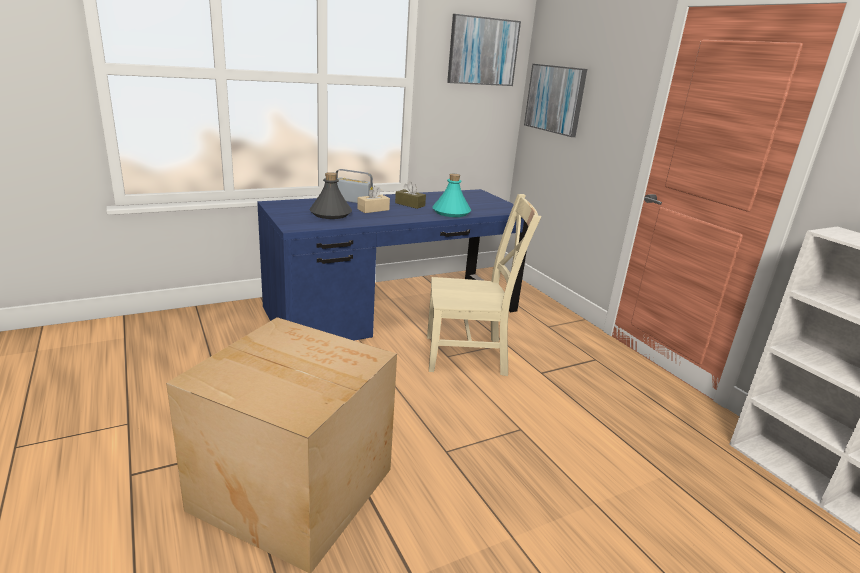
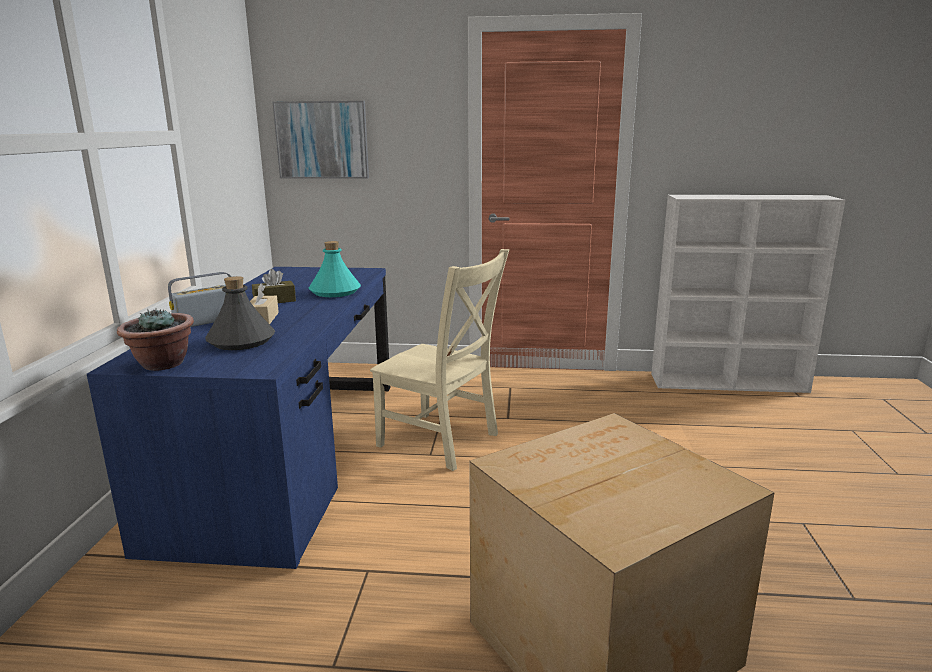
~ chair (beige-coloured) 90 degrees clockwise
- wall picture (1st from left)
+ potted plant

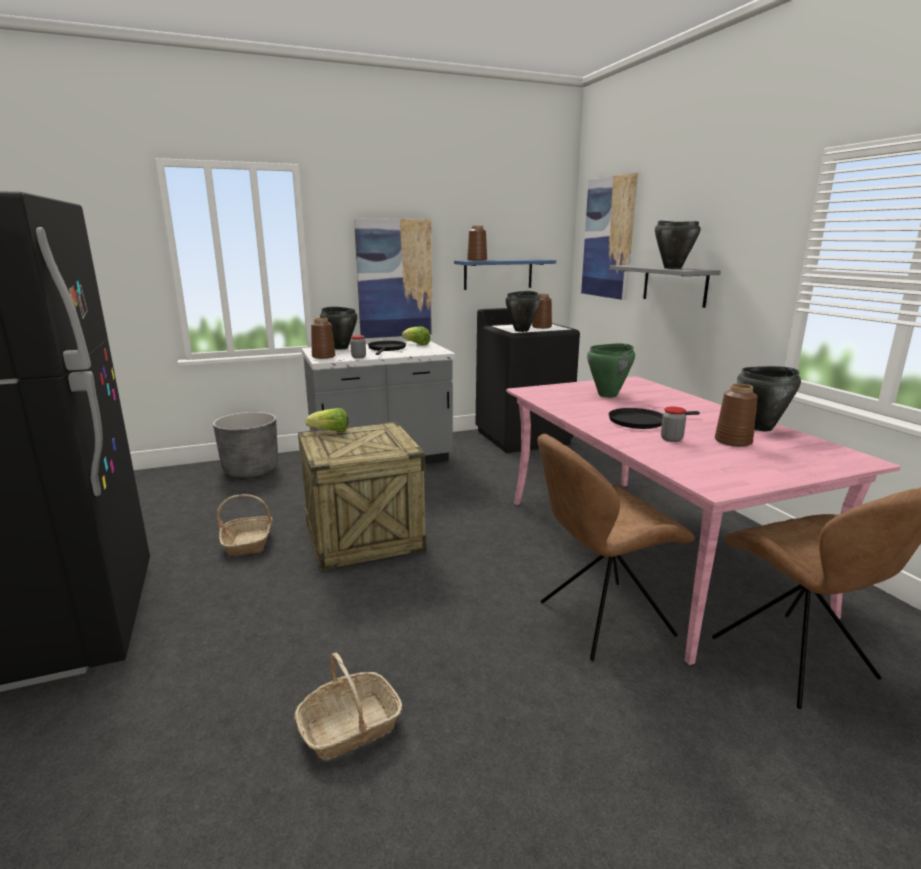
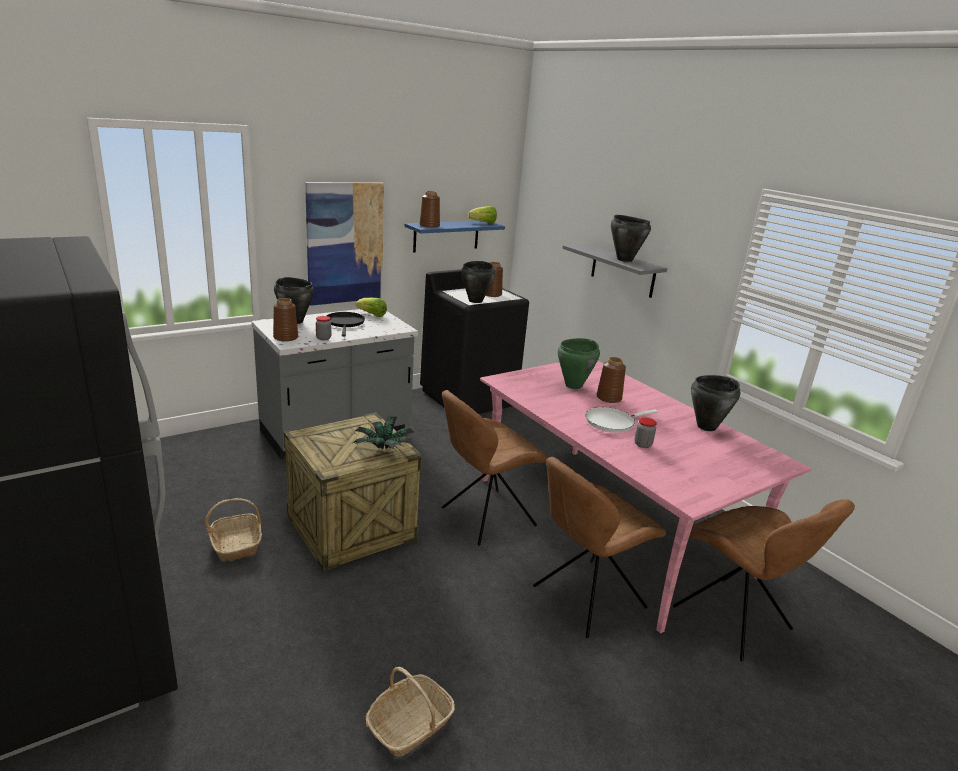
- flower pot (greyish)
~ head of lettuce (1st from left in the first image) to head of lettuce (2nd from left)
- wall picture (2nd from left)
~ skillet (black) (2nd from left) to skillet (white-coloured)
~ vase (brownish) (4th from left)
+ potted plant
+ chair (brownish) (1st from left)

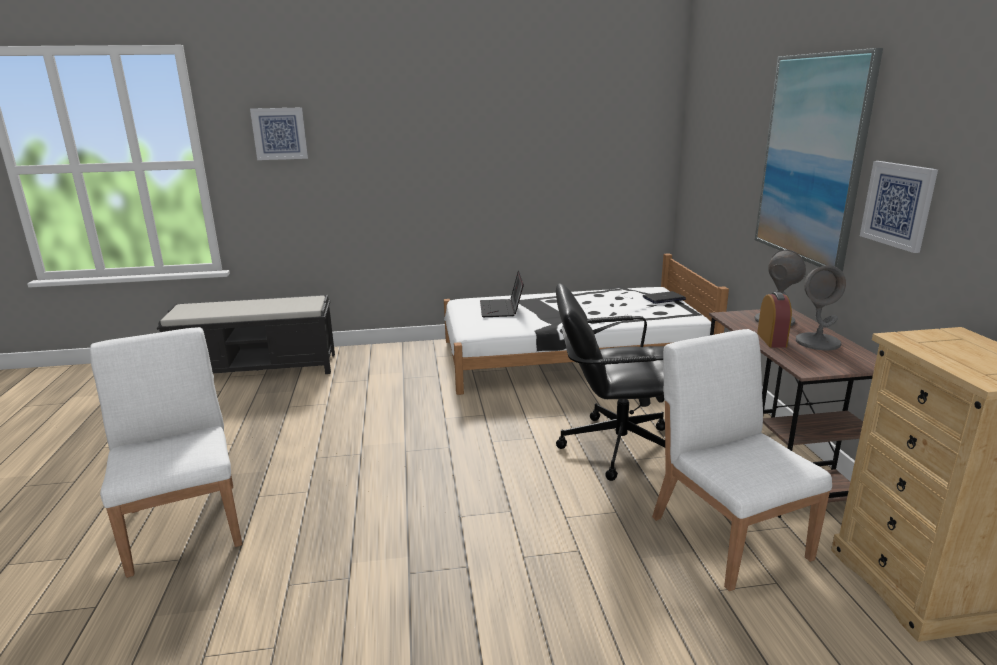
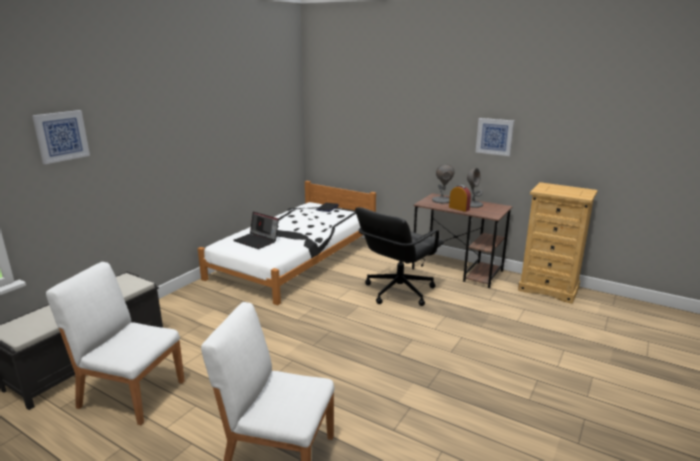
~ chair (white-coloured) (2nd from left in the first image) to chair (white-coloured) (1st from left)
- wall picture (2nd from left)

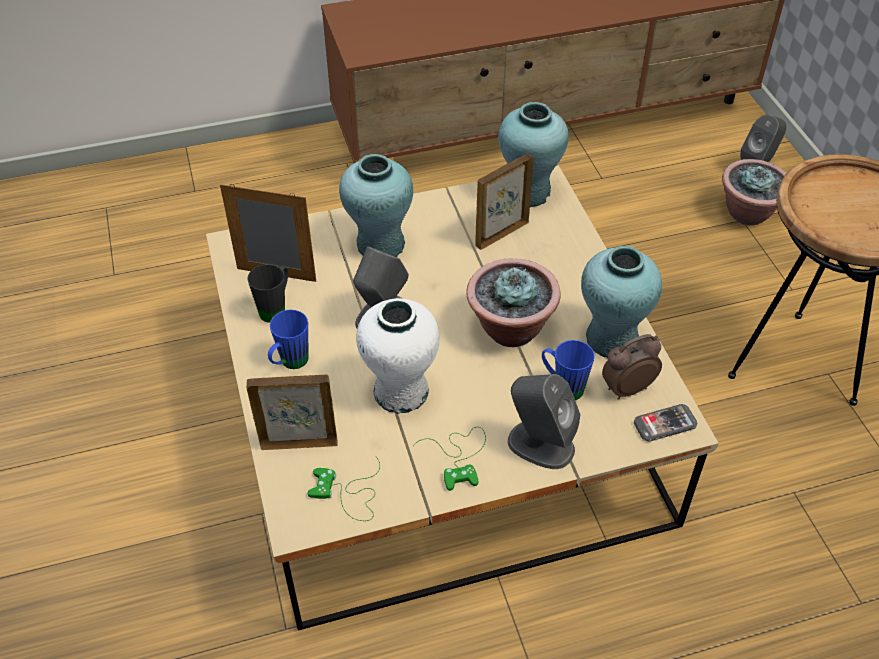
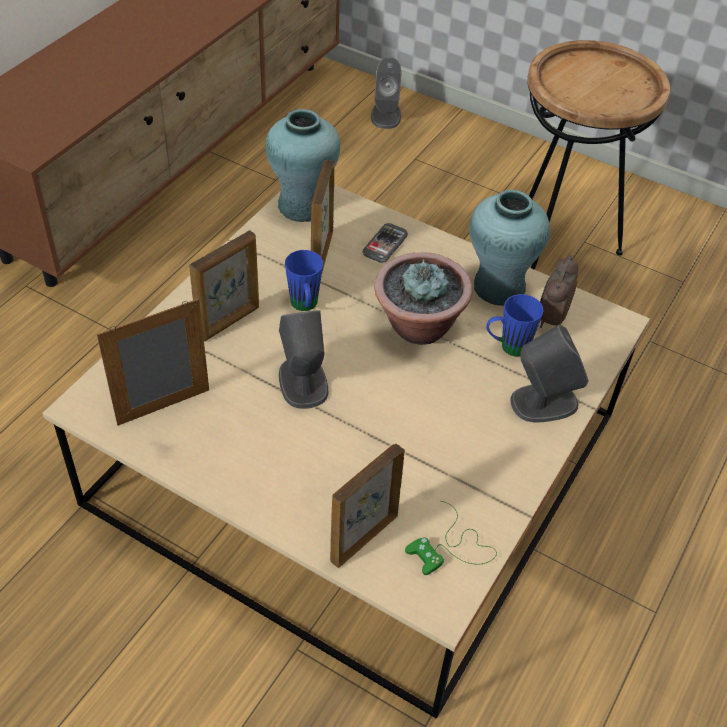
- mug (black)
~ mug (blue) (1st from left)
~ vase (turquoise-coloured) (1st from left) to photo frame (2nd from left)
- vase (white-coloured)
- joypad (green-coloured) (2nd from left)
~ phone
- potted plant (2nd from left)

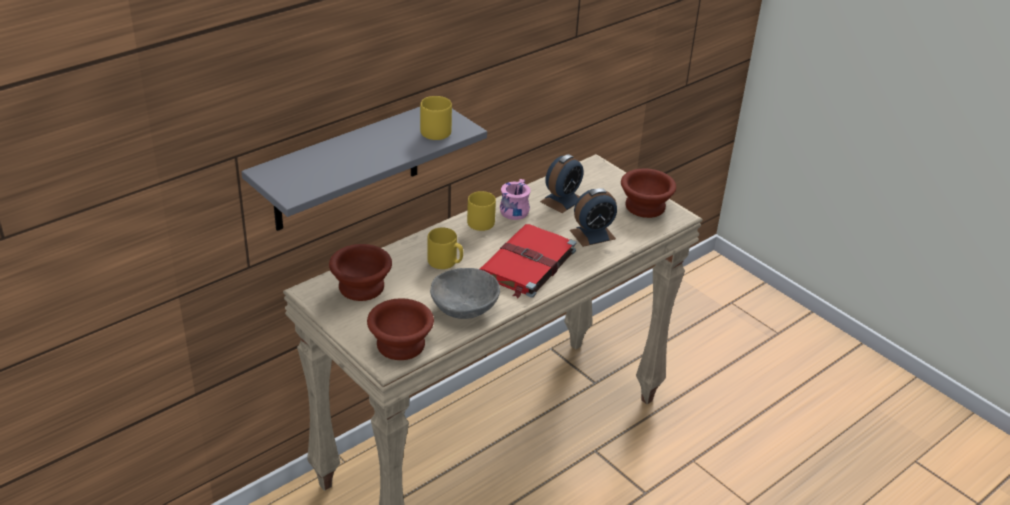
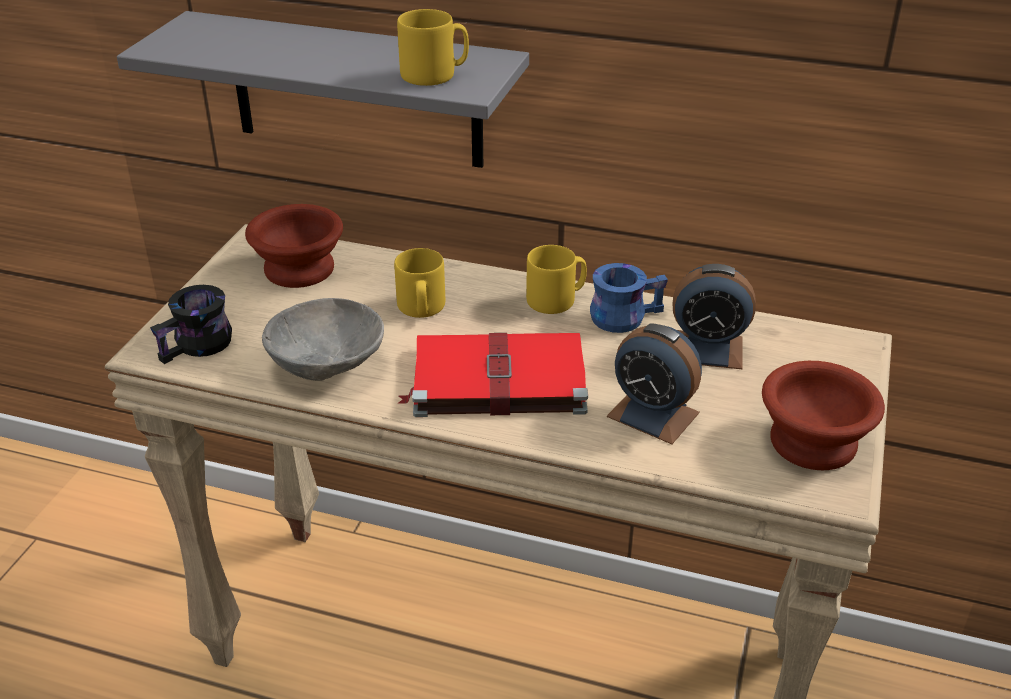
~ bowl (brownish) (2nd from left) to mug (black)
~ mug (pink) to mug (blue)

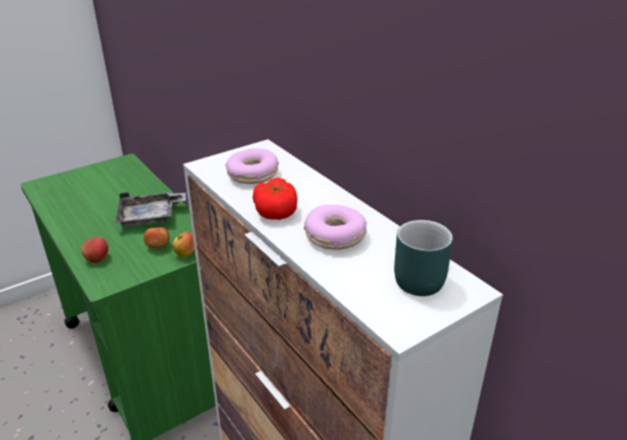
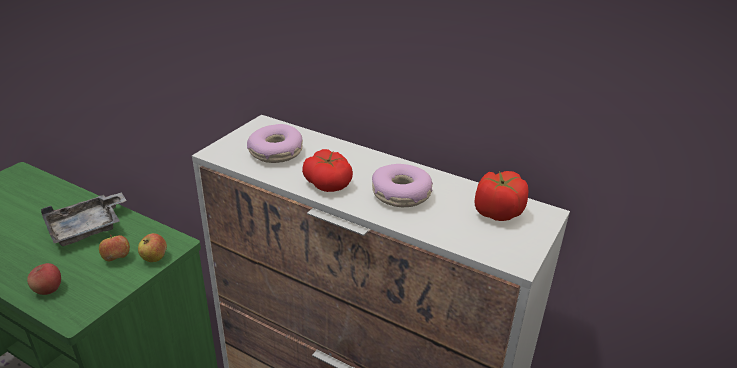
~ mug (turquoise-coloured) to tomato (2nd from left)

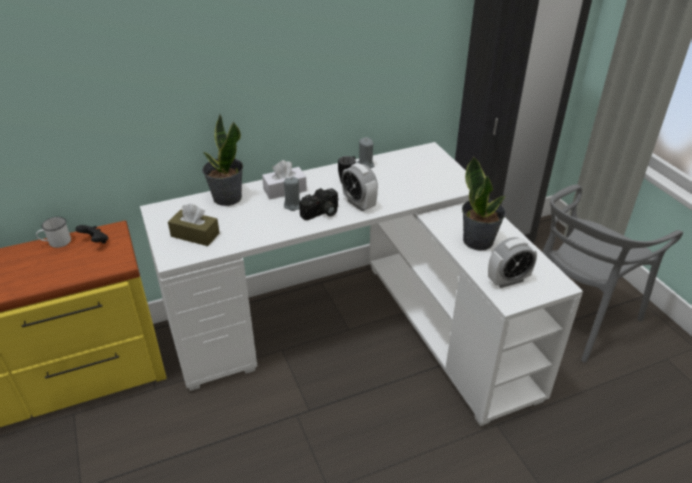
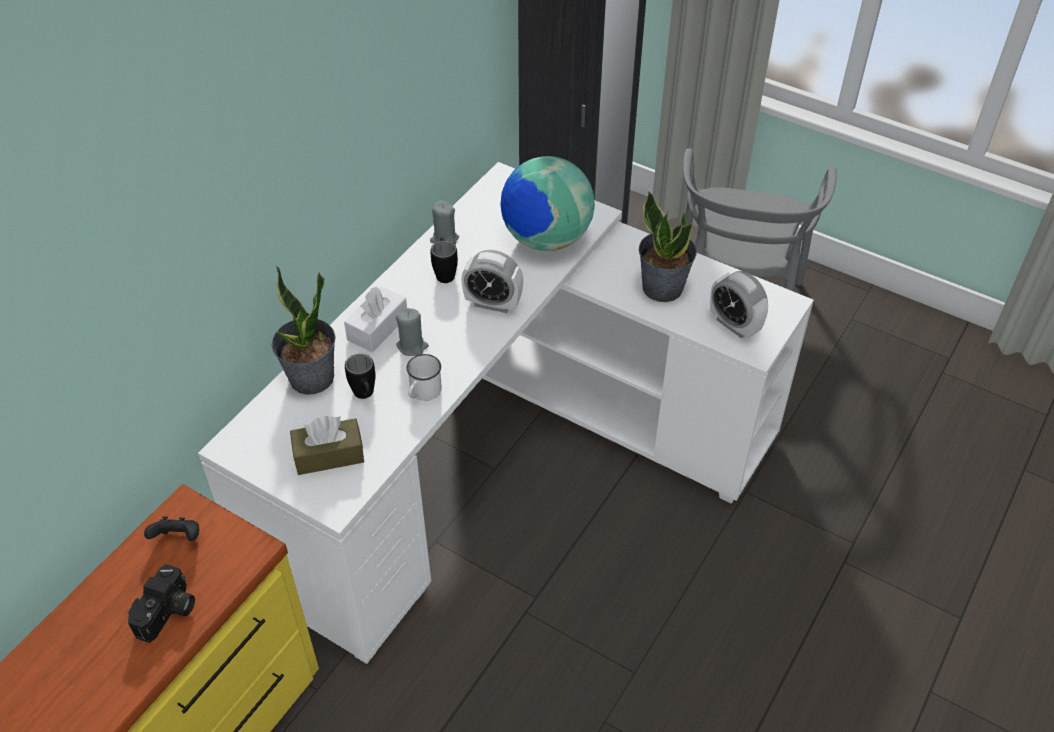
~ mug (white-coloured)
~ still camera
~ table clock (2nd from left) 105 degrees clockwise
+ mug (black) (1st from left)
+ desk globe

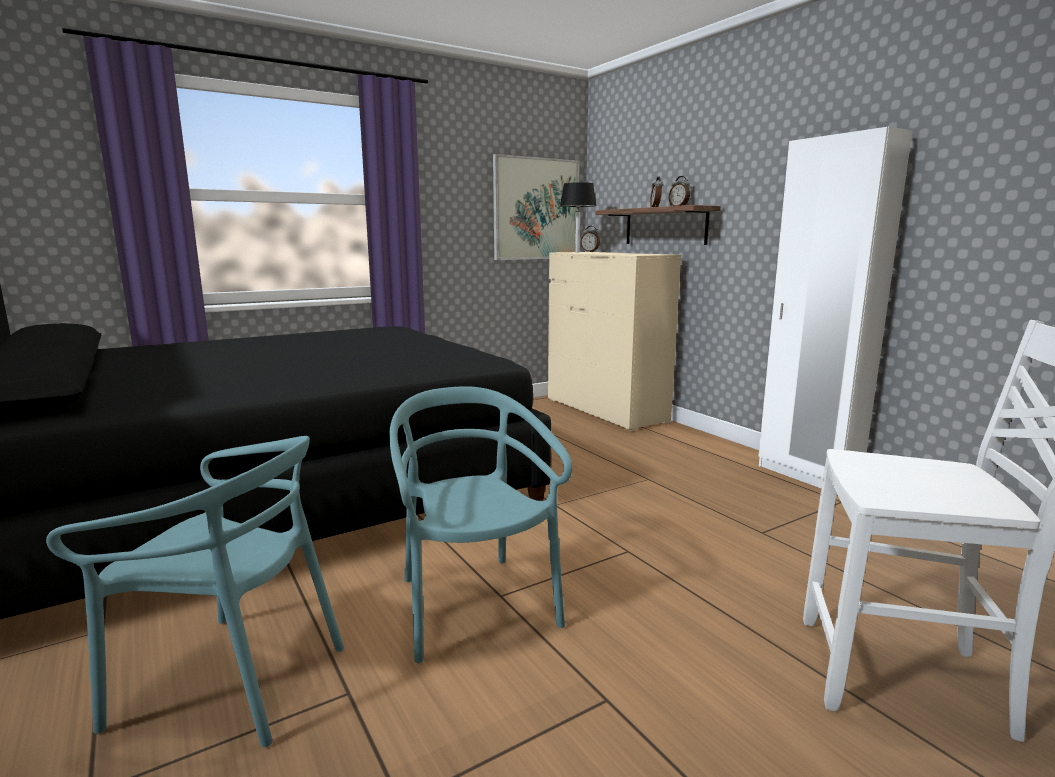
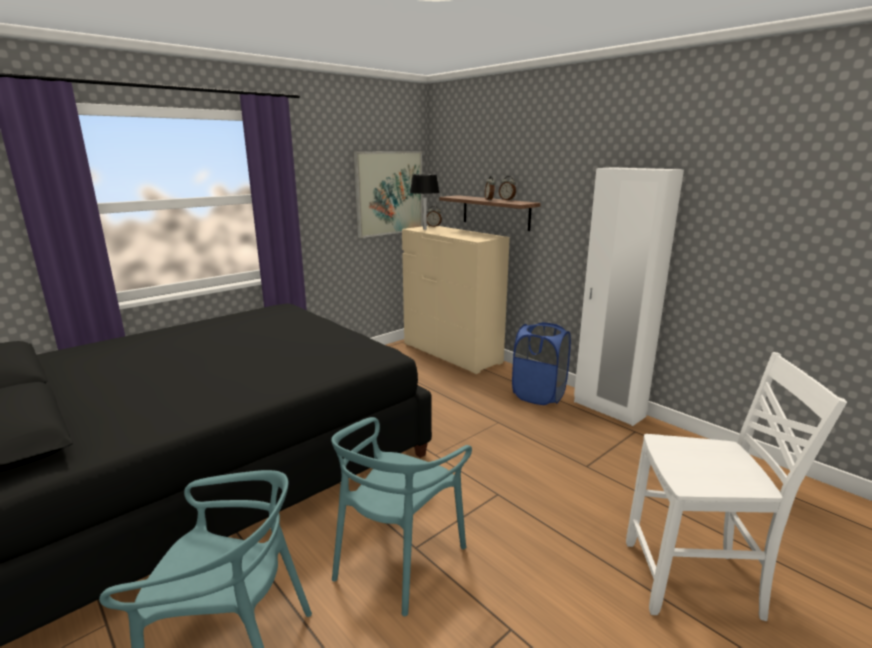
~ chair (turquoise-coloured) (2nd from left) 120 degrees counterclockwise
+ washing basket (blue)

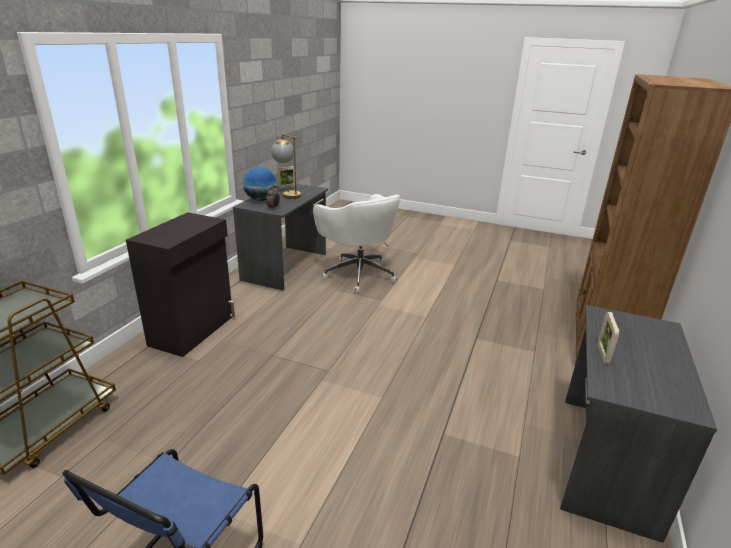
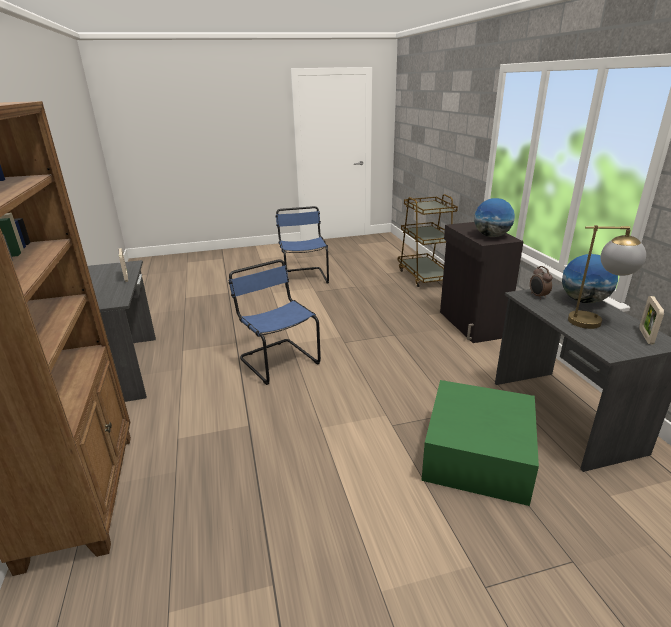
~ office chair (white-coloured) to storage bin (green-coloured)
+ chair (blue) (1st from left)
+ desk globe (1st from left)

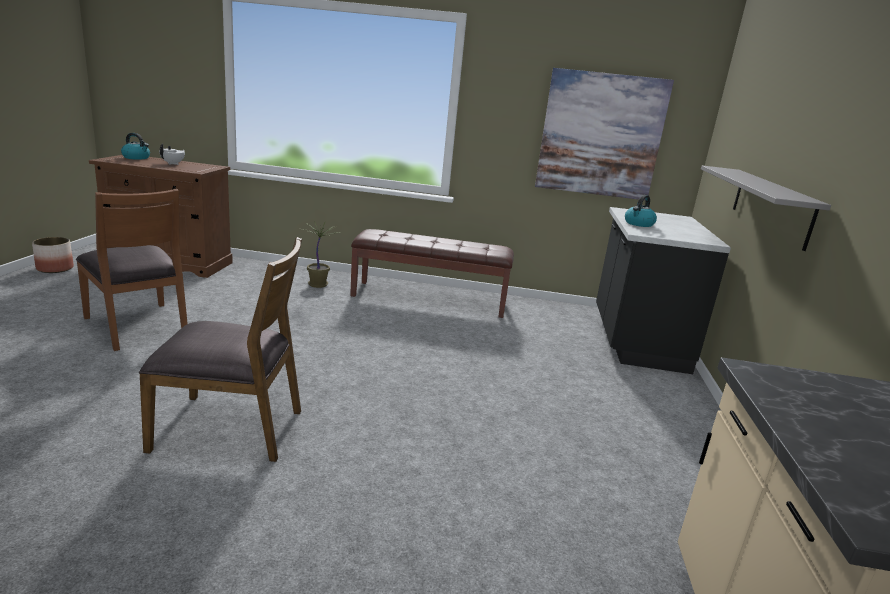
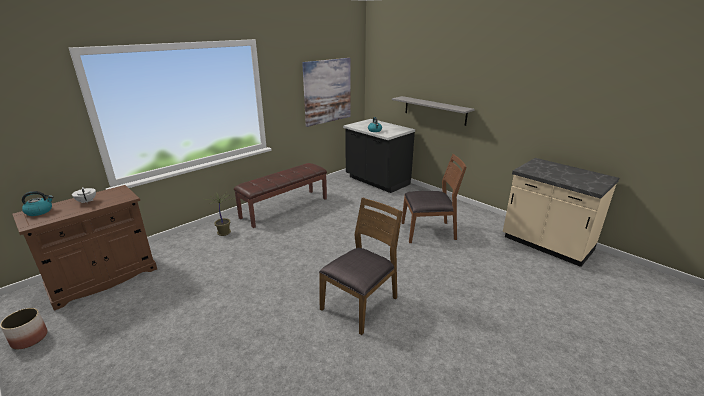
~ chair (brownish) (1st from left in the first image) to chair (brownish) (2nd from left)

